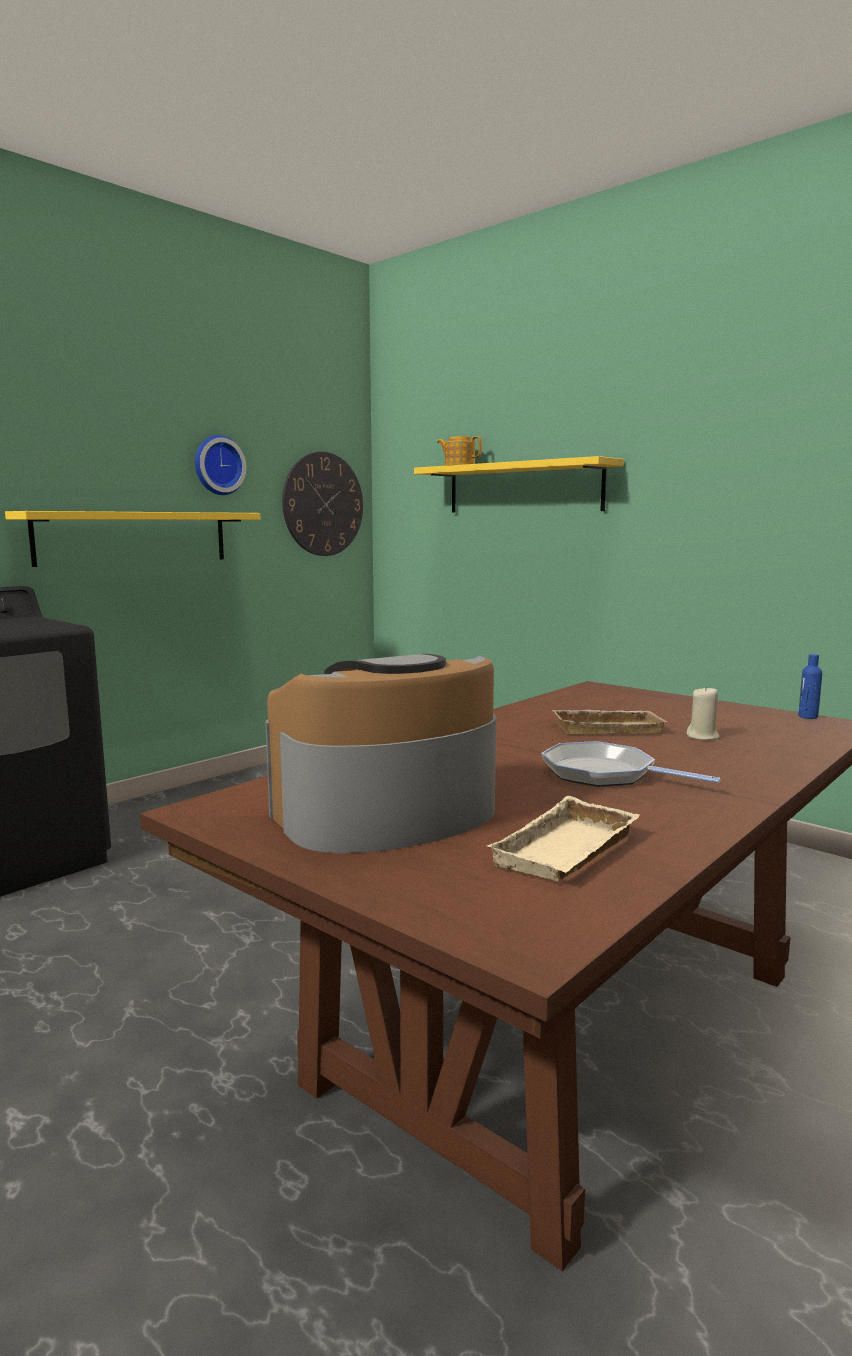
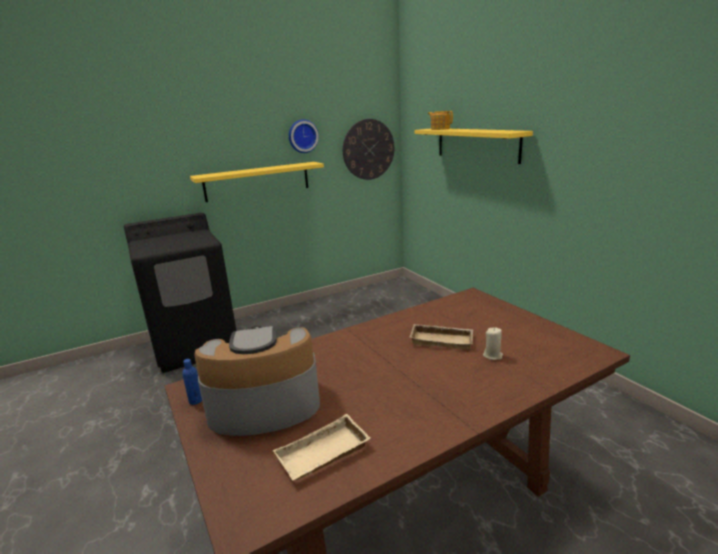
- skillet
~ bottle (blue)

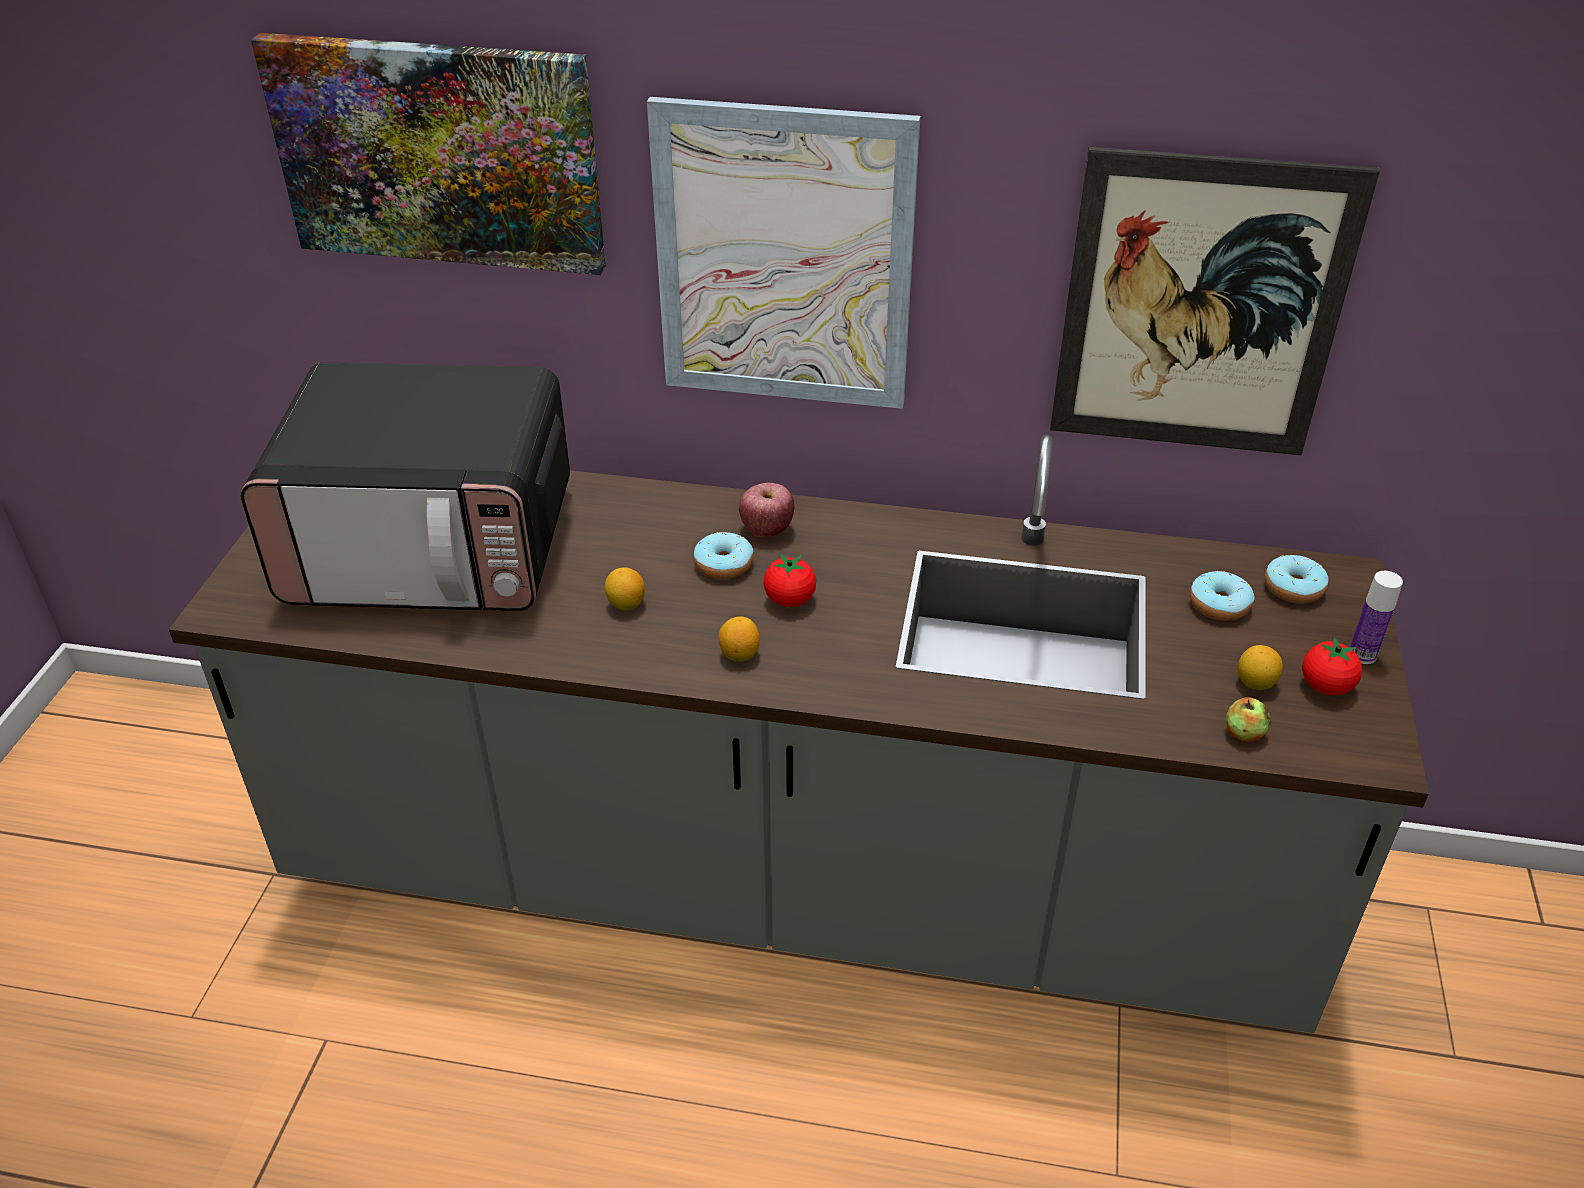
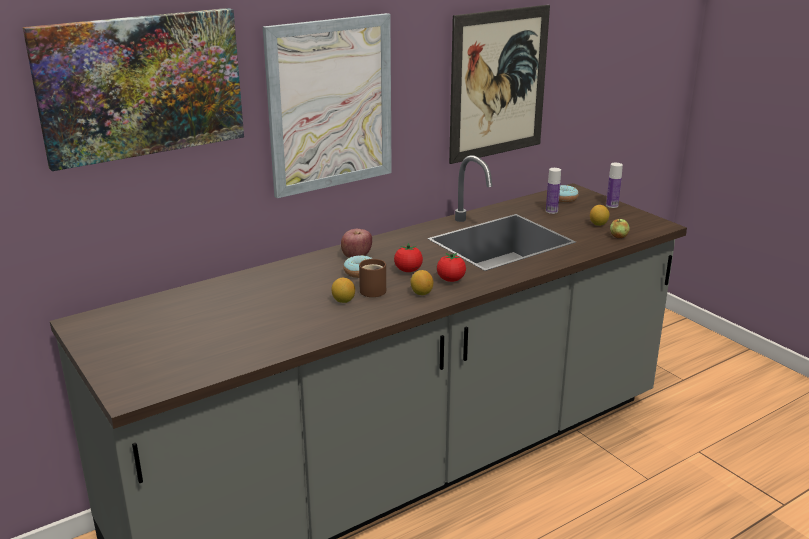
- microwave
~ donut (2nd from left) to bottle (1st from left)
~ tomato (2nd from left)
+ mug (brownish)

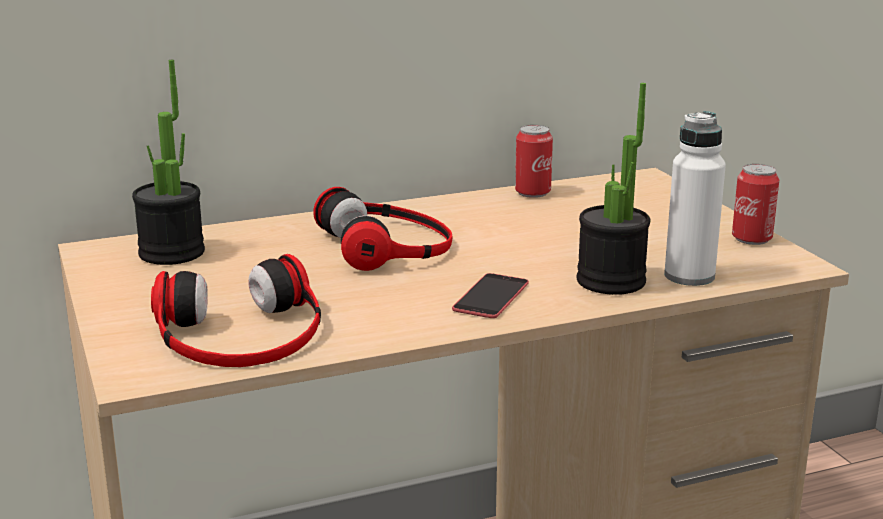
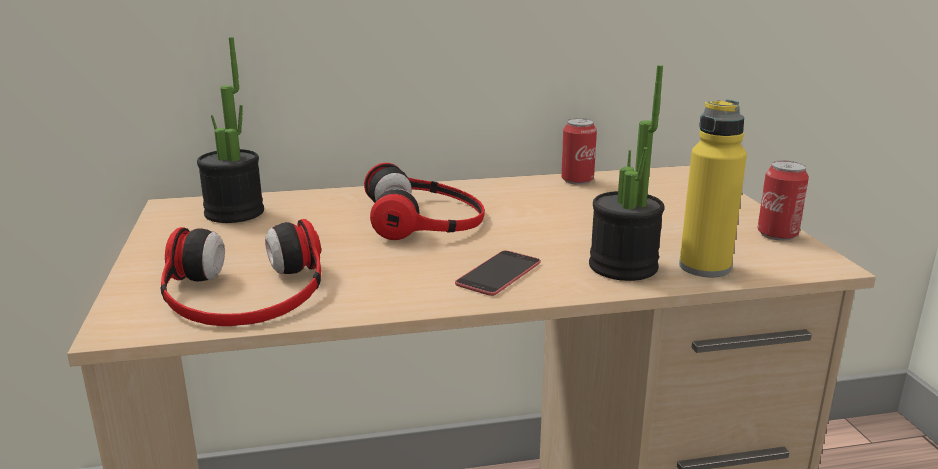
~ bottle (white-coloured) to bottle (yellow)

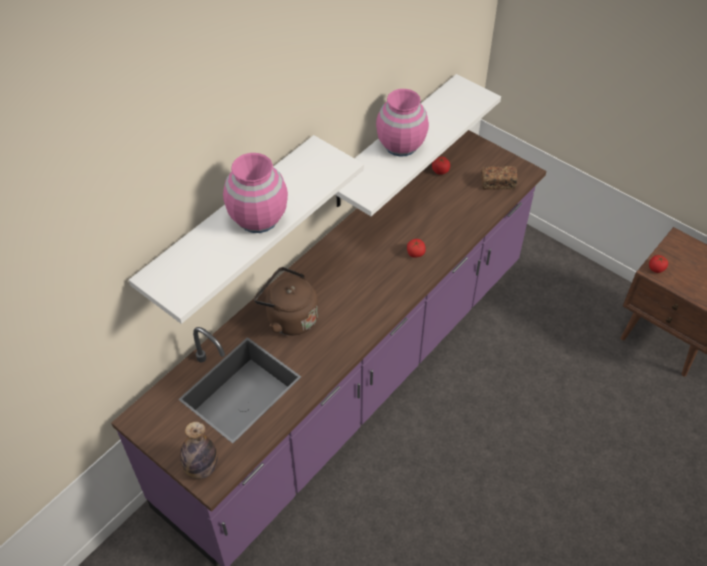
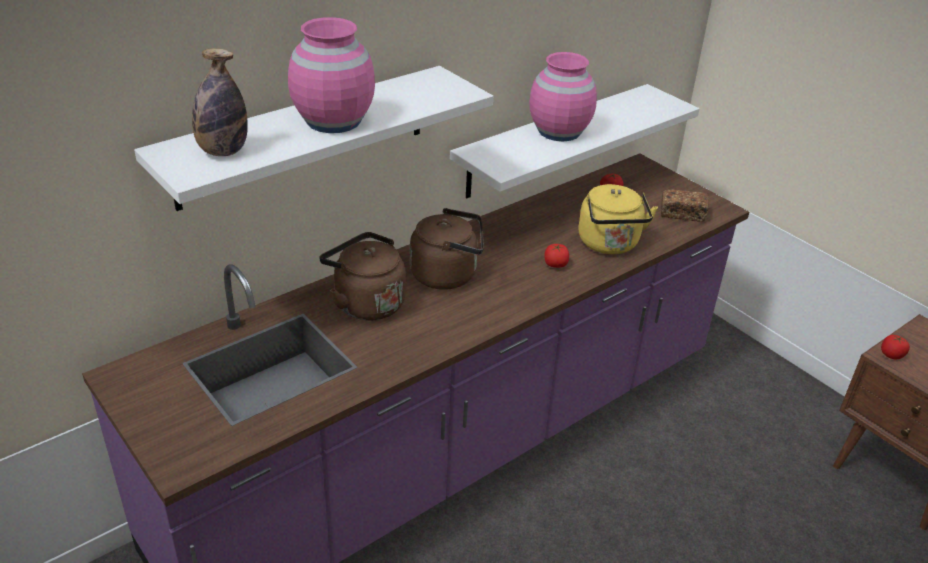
~ bottle
+ kettle (brownish) (2nd from left)
+ kettle (yellow)

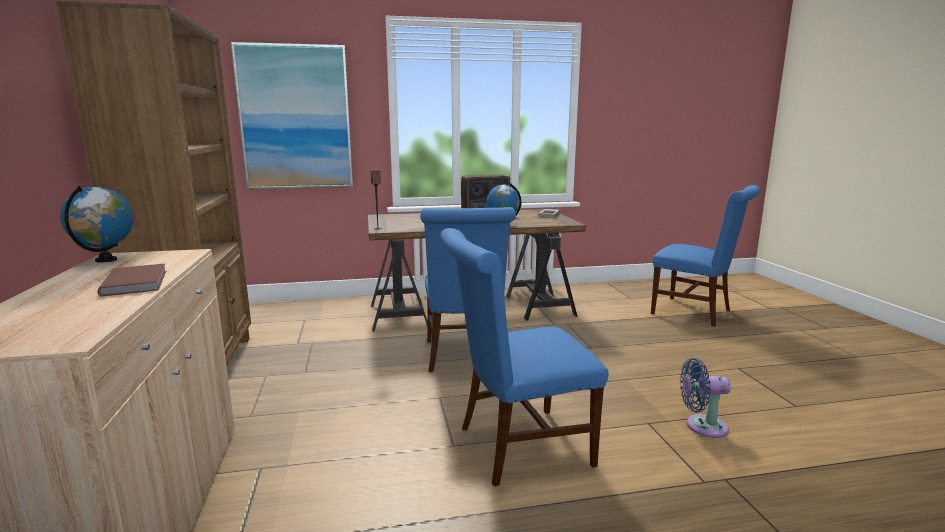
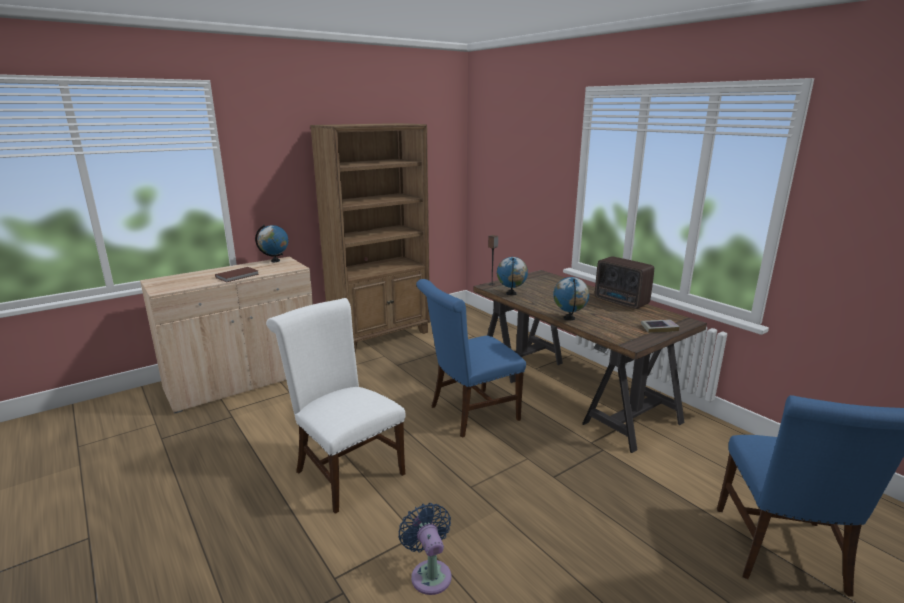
- wall picture
~ chair (blue) (2nd from left) to chair (white-coloured)
+ desk globe (2nd from left)

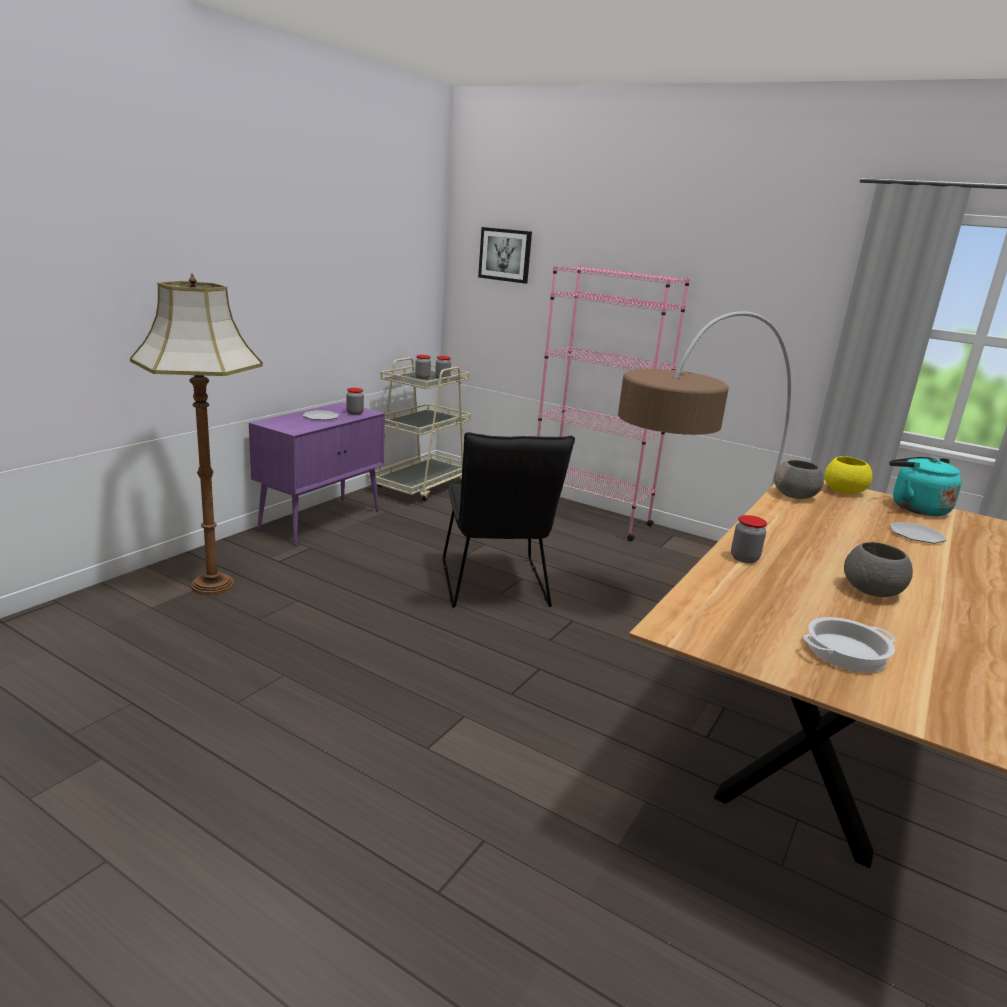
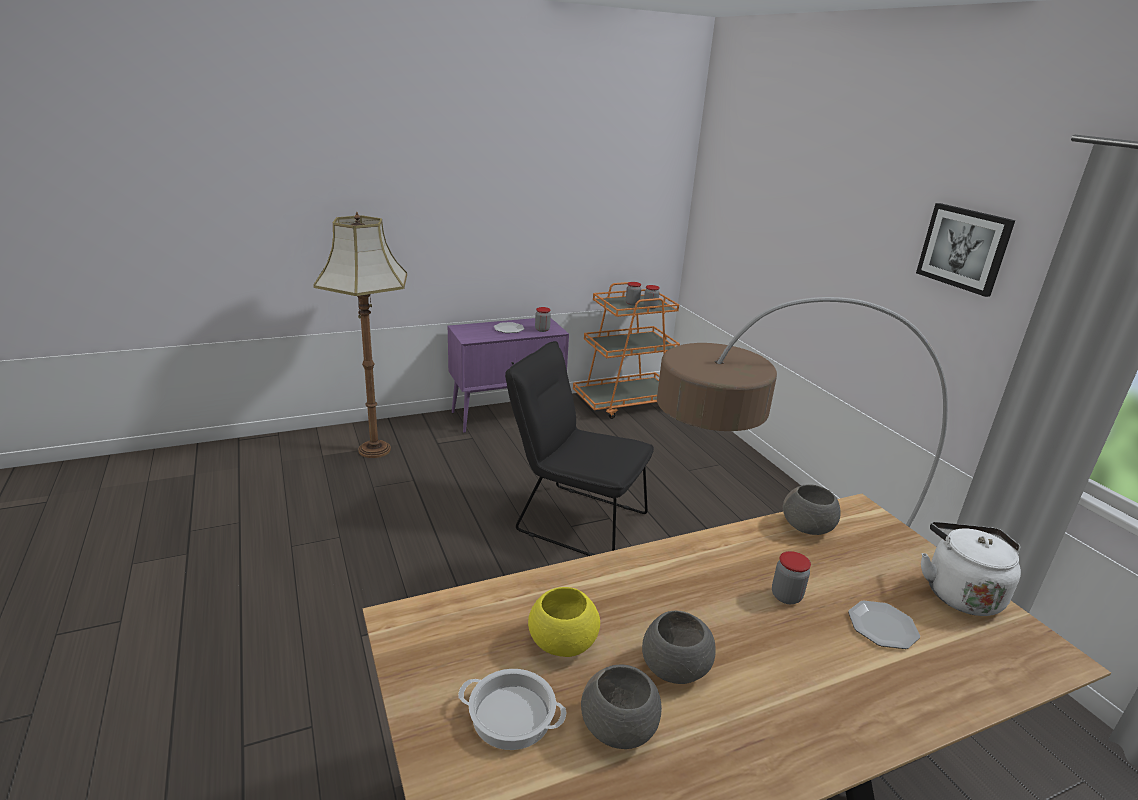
~ trolley (beige-coloured) to trolley (orange-coloured)
~ chair (black) 90 degrees clockwise
~ wall picture
- shelving unit (pink)
~ storage jar (4th from left)
~ bowl (yellow)
~ kettle (turquoise-coloured) to kettle (white-coloured)
+ bowl (greyish) (1st from left)

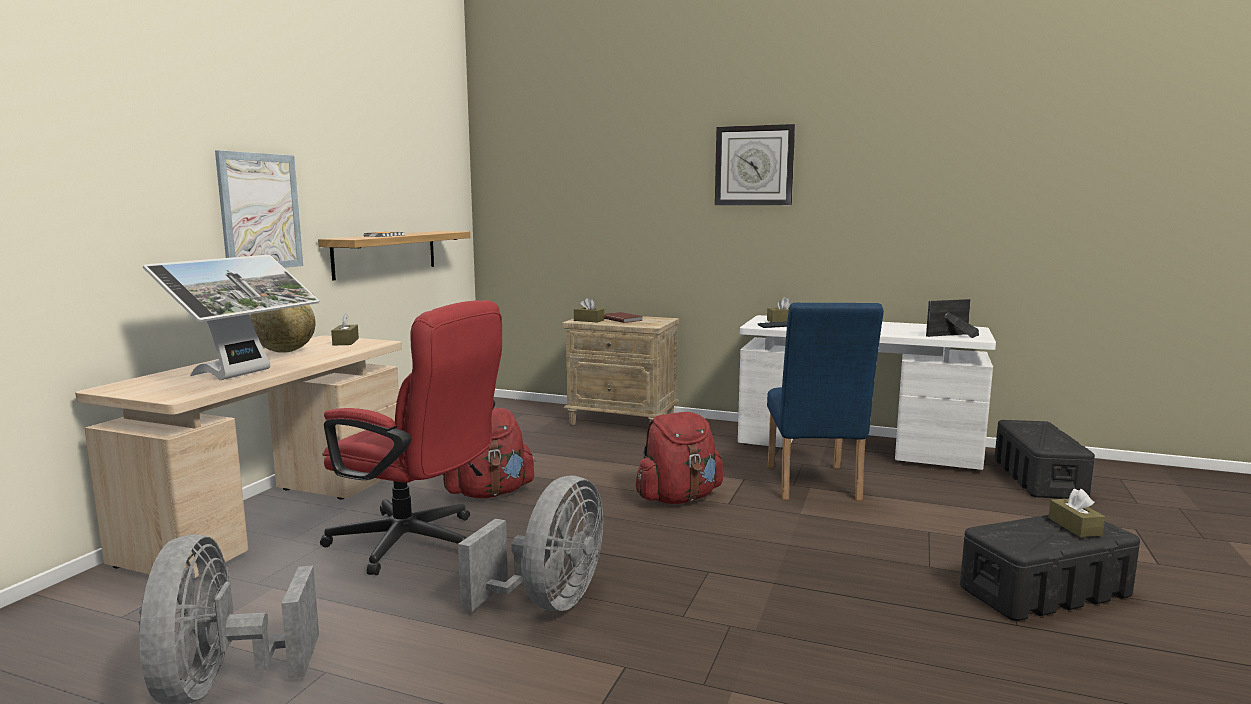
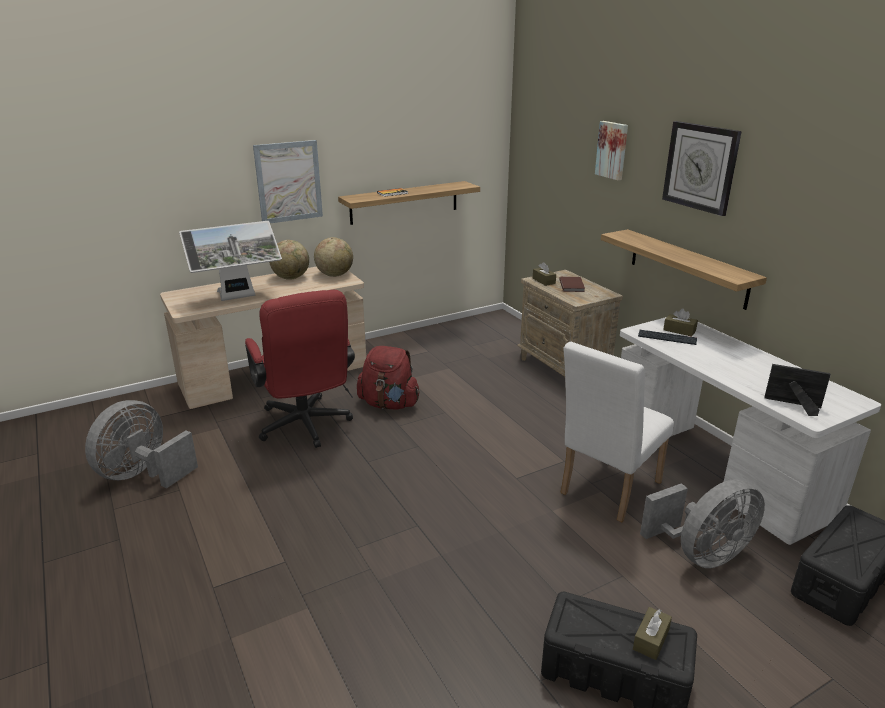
~ tissue box (brownish) (1st from left) to desk globe (2nd from left)
~ fan (greyish) (2nd from left)
- knapsack (red-coloured) (2nd from left)
~ chair (blue) to chair (white-coloured)
+ wall picture (2nd from left)
+ bracket shelf (2nd from left)

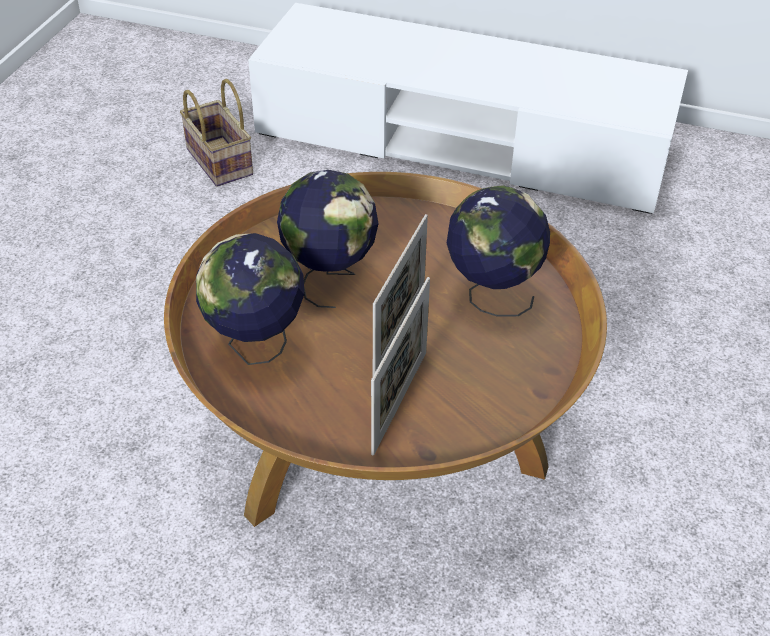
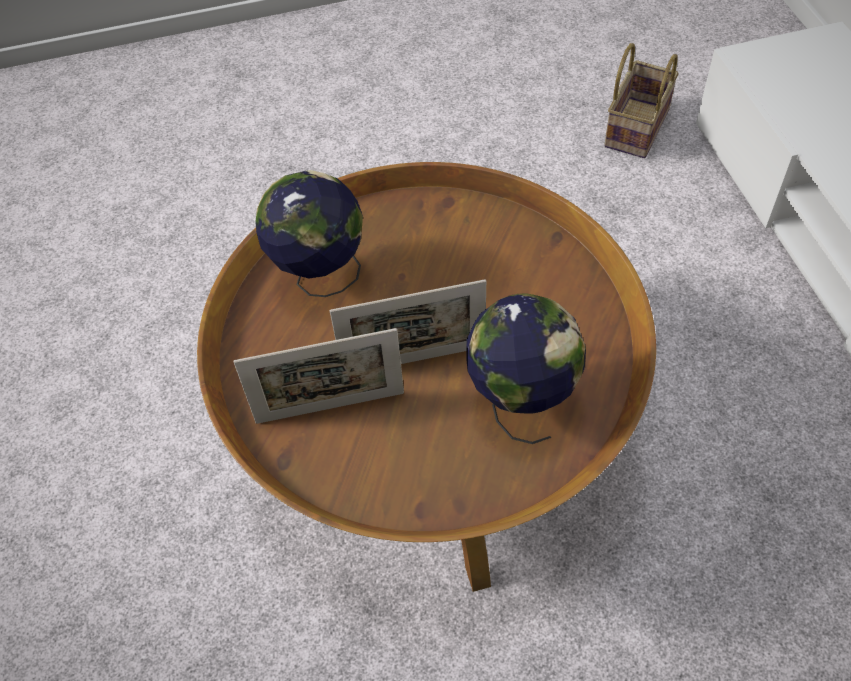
- desk globe (2nd from left)

